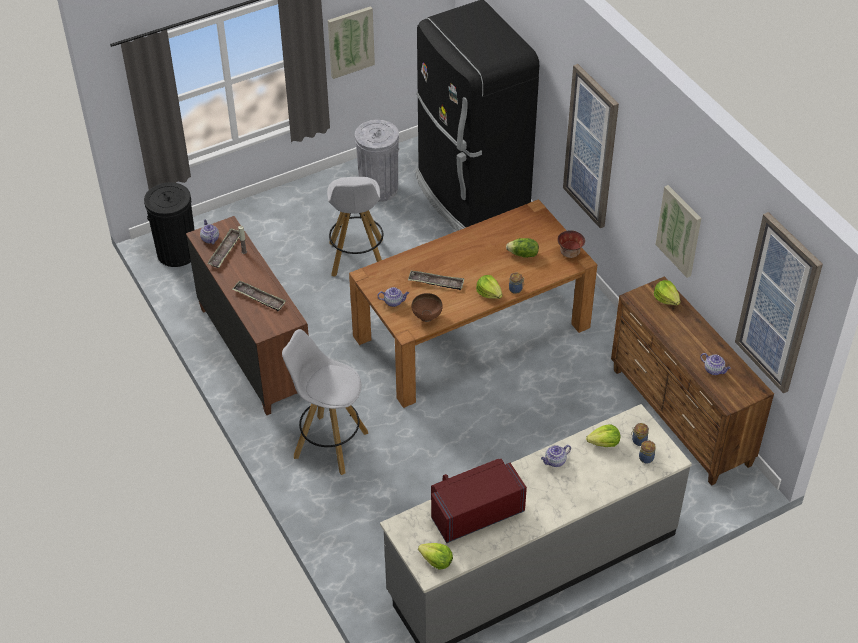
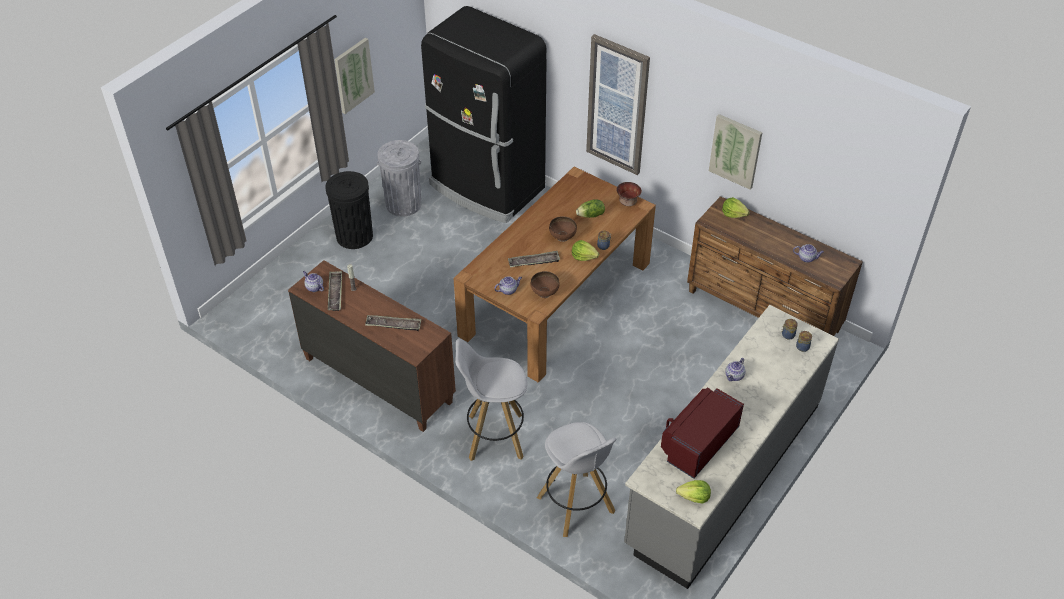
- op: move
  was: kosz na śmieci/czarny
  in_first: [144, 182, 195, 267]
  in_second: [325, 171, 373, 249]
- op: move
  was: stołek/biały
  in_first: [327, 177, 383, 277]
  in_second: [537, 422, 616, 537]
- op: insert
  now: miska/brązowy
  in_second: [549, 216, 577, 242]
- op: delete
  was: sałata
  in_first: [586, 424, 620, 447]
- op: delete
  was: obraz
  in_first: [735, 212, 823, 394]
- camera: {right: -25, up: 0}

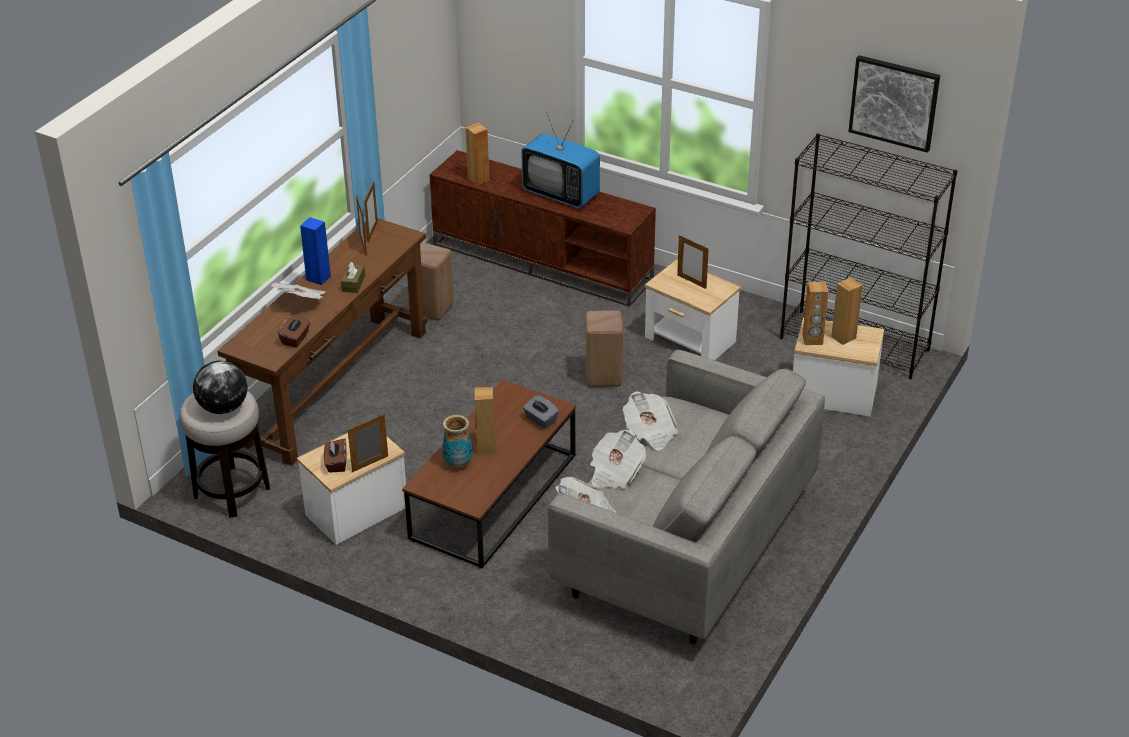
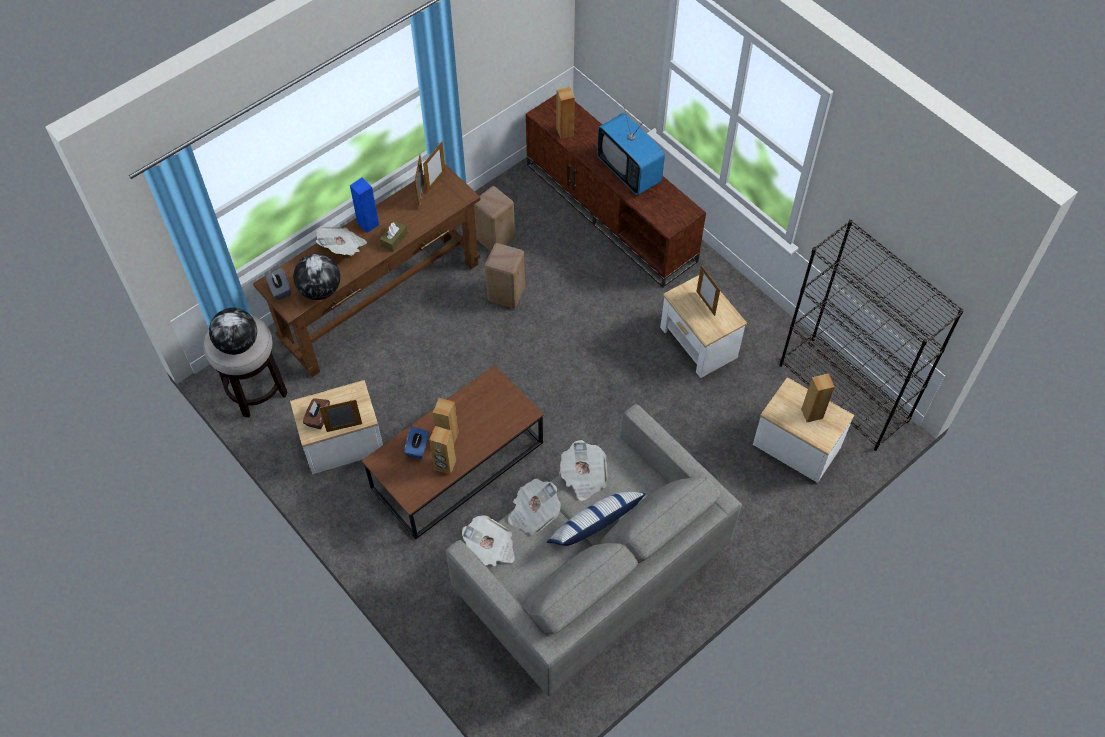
- op: move
  was: pudełko chusteczek/szary
  in_first: [523, 395, 559, 429]
  in_second: [266, 268, 291, 300]
- op: replace
  was: pudełko chusteczek/brązowy
  now: globus
  in_first: [278, 314, 310, 347]
  in_second: [293, 254, 340, 300]
- op: replace
  was: wazon
  now: pudełko chusteczek/niebieski
  in_first: [442, 415, 473, 468]
  in_second: [404, 426, 429, 459]
- op: move
  was: głośnik/brązowy
  in_first: [803, 282, 829, 345]
  in_second: [429, 426, 456, 475]
- op: move
  was: stołek/beżowy
  in_first: [586, 310, 623, 387]
  in_second: [485, 243, 525, 308]
- op: insert
  now: poduszka
  in_second: [547, 492, 646, 546]
- op: delete
  was: obraz
  in_first: [848, 55, 940, 153]
- camera: {right: 20, up: 20}

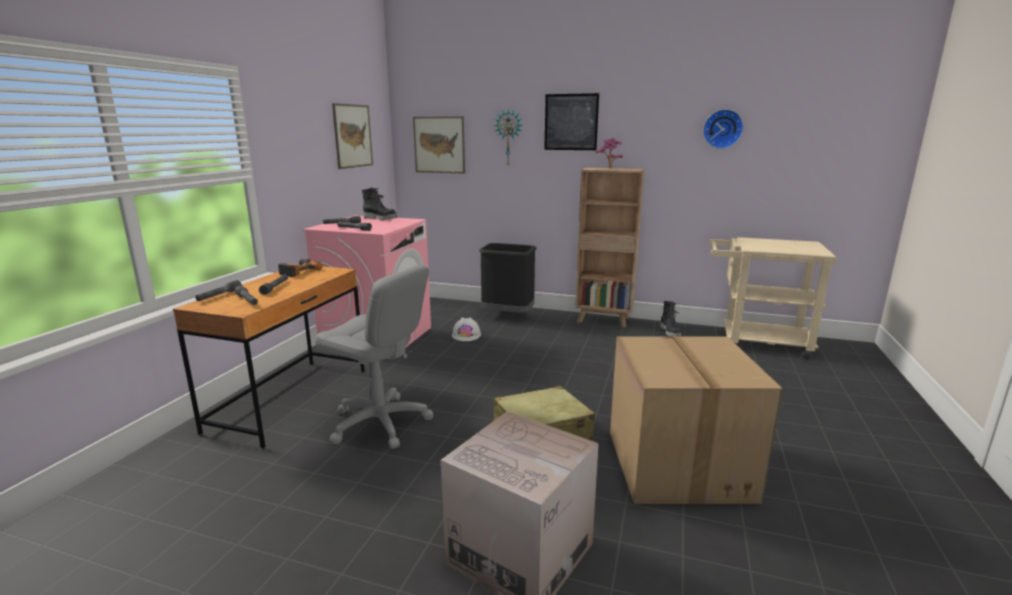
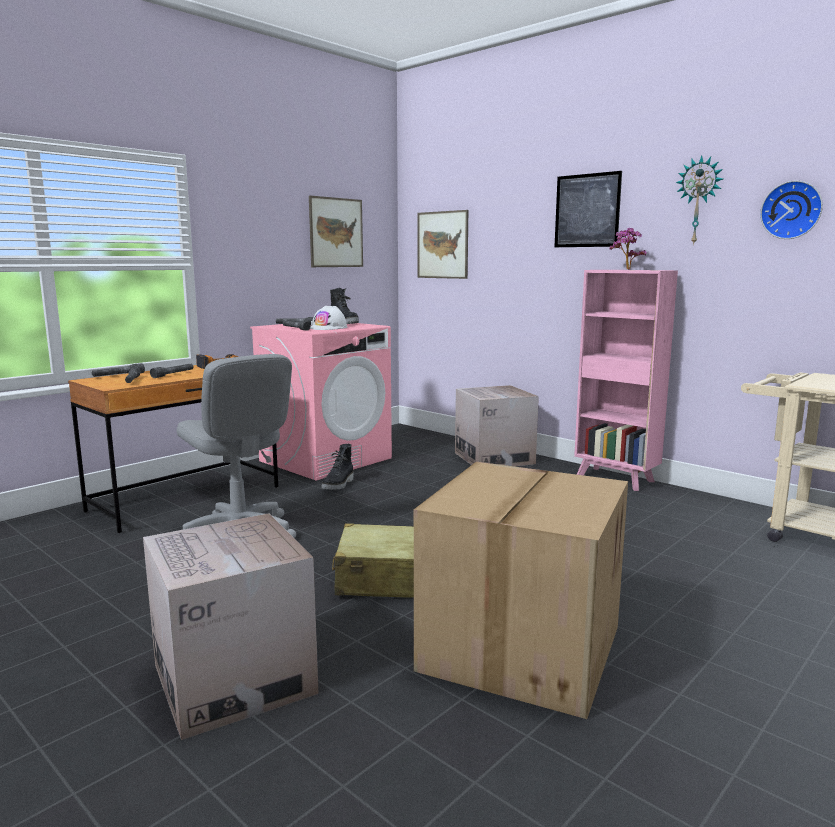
- op: move
  was: kask/biały
  in_first: [452, 318, 481, 341]
  in_second: [310, 306, 347, 330]
- op: move
  was: but z cholewką/czarny
  in_first: [660, 301, 682, 337]
  in_second: [321, 444, 354, 490]
- op: replace
  was: kosz na śmieci/czarny
  now: karton
  in_first: [479, 243, 536, 313]
  in_second: [455, 385, 539, 466]
- op: recolor
  was: regał/brązowy
  now: regał/różowy
  in_first: [575, 168, 644, 328]
  in_second: [574, 270, 678, 491]
- op: move
  was: zegar ścienny
  in_first: [495, 109, 522, 165]
  in_second: [676, 156, 723, 245]
- camera: {right: 25, up: -5}

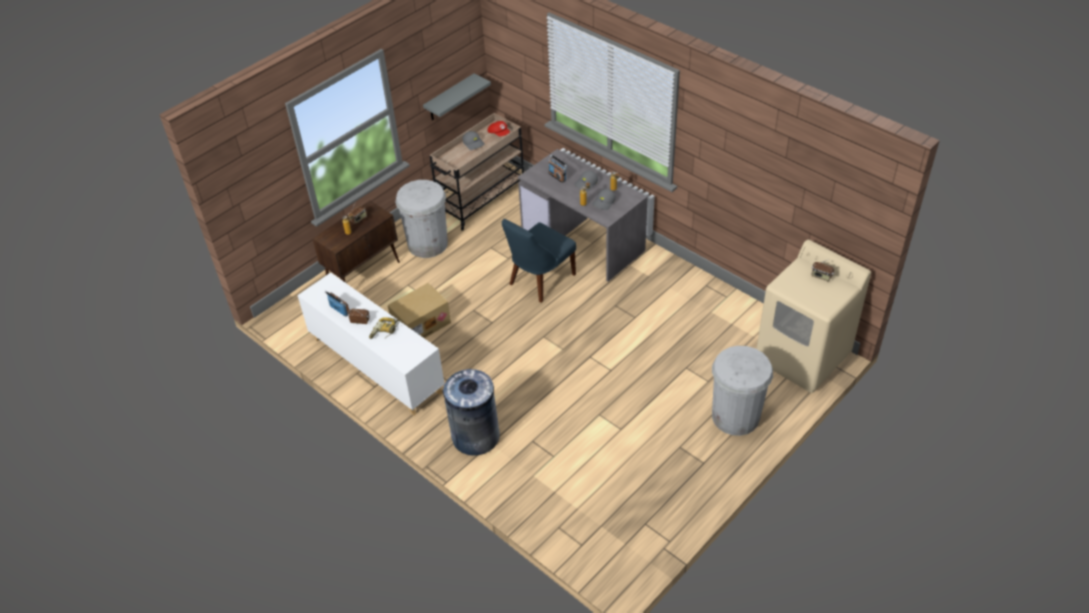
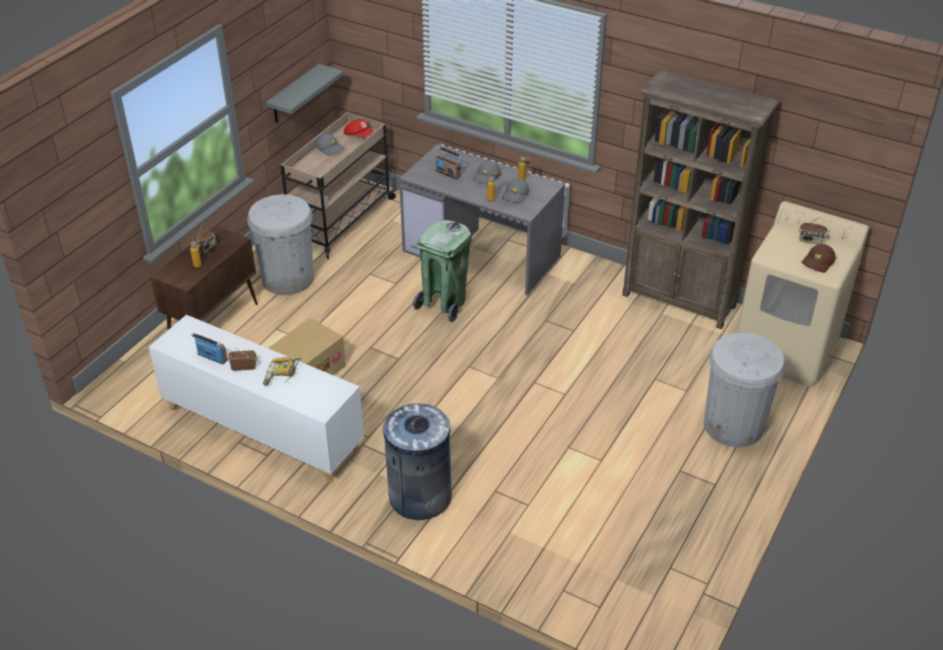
- op: replace
  was: krzesło/niebieski
  now: kosz na śmieci/zielony
  in_first: [502, 219, 576, 303]
  in_second: [412, 220, 472, 323]
- op: insert
  now: regał/brązowy
  in_second: [622, 70, 779, 329]
- op: insert
  now: czapka z daszkiem/brązowy
  in_second: [801, 244, 836, 273]
- camera: {right: -15, up: -5}

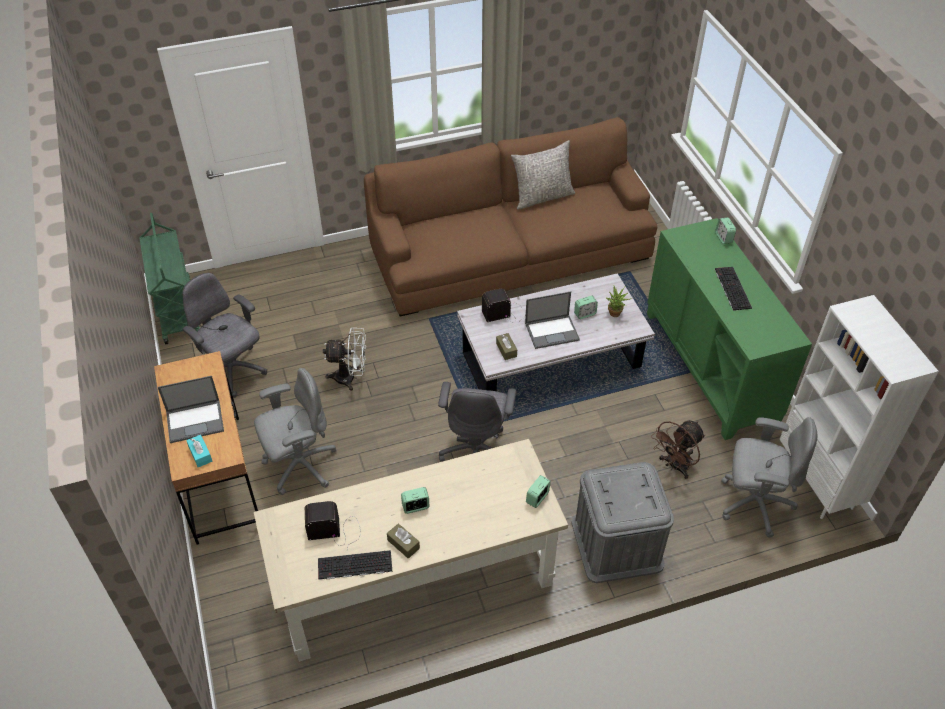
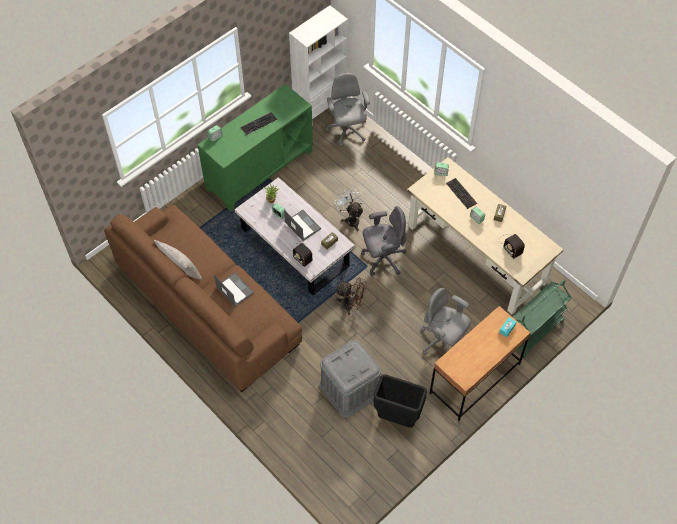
- op: move
  was: laptop
  in_first: [158, 376, 224, 443]
  in_second: [214, 273, 254, 307]
- op: move
  was: pojemnik do przechowywania/szary
  in_first: [572, 462, 674, 583]
  in_second: [319, 340, 381, 418]
- op: move
  was: wentylator/biały
  in_first: [323, 328, 366, 391]
  in_second: [334, 188, 365, 231]
- op: move
  was: wentylator/brązowy
  in_first: [651, 420, 705, 479]
  in_second: [336, 278, 367, 315]
- op: replace
  was: krzesło biurowe/szary
  now: kosz na śmieci/czarny
  in_first: [183, 273, 267, 398]
  in_second: [373, 375, 427, 428]
- op: move
  was: klawiatura
  in_first: [318, 550, 392, 580]
  in_second: [446, 178, 477, 209]
- op: move
  was: wózek/zielony
  in_first: [139, 213, 200, 344]
  in_second: [513, 280, 571, 358]
- camera: {right: -115, up: 10}

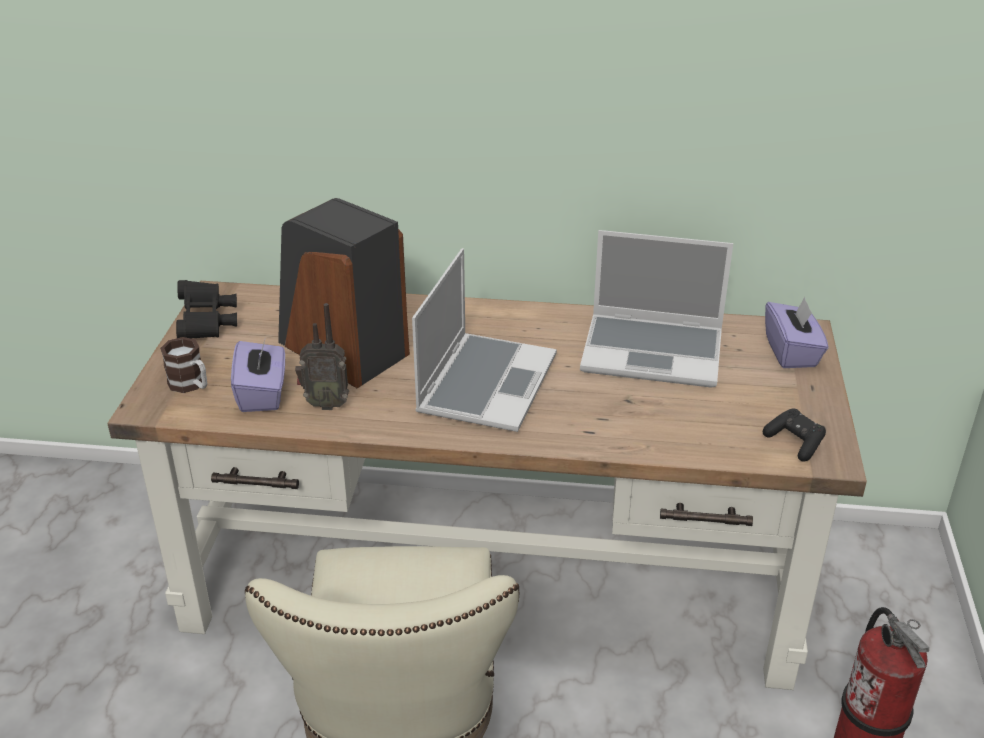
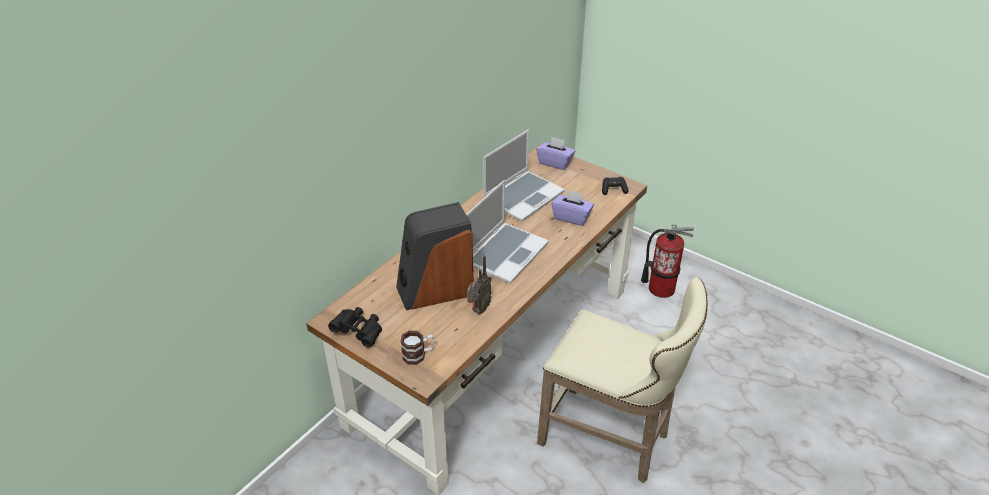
- op: rotate
  was: laptop
  in_first: [412, 248, 557, 432]
  in_second: [466, 180, 549, 284]
  clockwise: 75
- op: move
  was: pudełko chusteczek/fioletowy
  in_first: [231, 337, 285, 412]
  in_second: [551, 190, 594, 226]
- camera: {right: -60, up: 5}

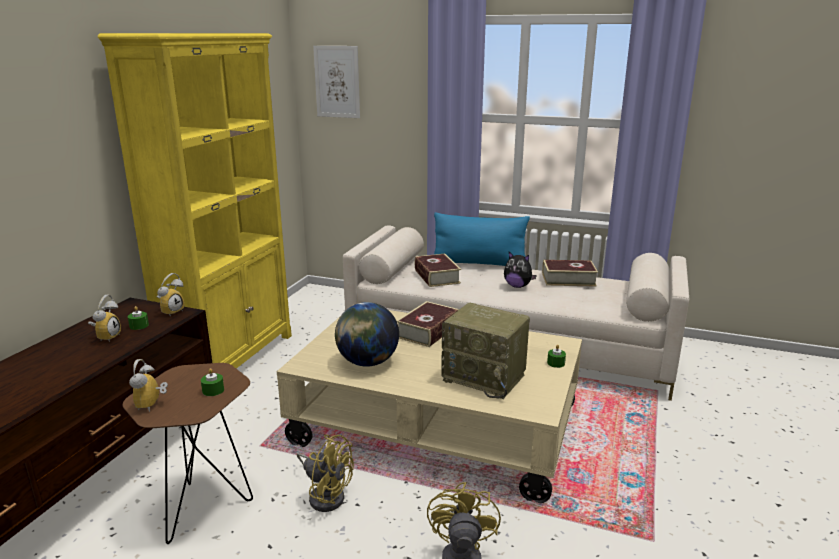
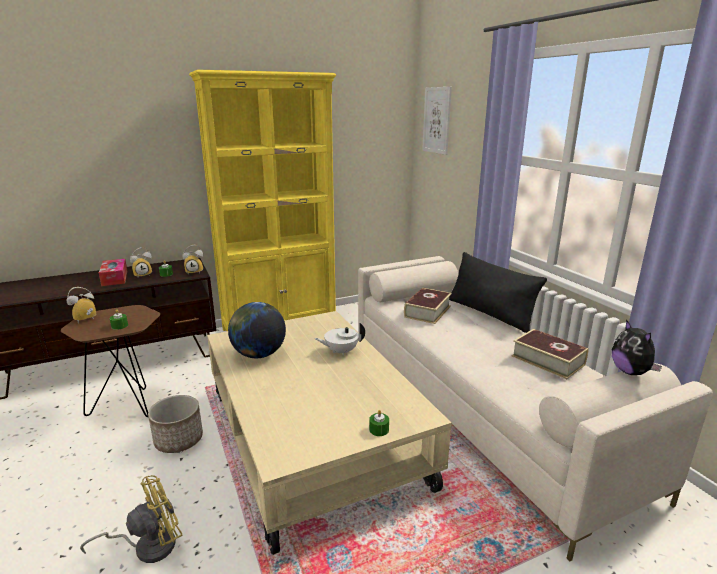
- op: insert
  now: pudełko chusteczek
  in_second: [99, 259, 127, 286]
- op: replace
  was: wentylator/żółty
  now: donica
  in_first: [297, 434, 354, 512]
  in_second: [148, 395, 203, 453]
- op: replace
  was: książka
  now: imbryk/biały
  in_first: [397, 301, 459, 347]
  in_second: [315, 322, 365, 356]
- op: recolor
  was: poduszka/niebieski
  now: poduszka/czarny
  in_first: [434, 213, 530, 266]
  in_second: [449, 252, 547, 333]
- op: move
  was: pluszak
  in_first: [504, 252, 537, 288]
  in_second: [612, 320, 662, 375]
- op: delete
  was: radio
  in_first: [441, 303, 530, 399]
- camera: {right: 45, up: 0}

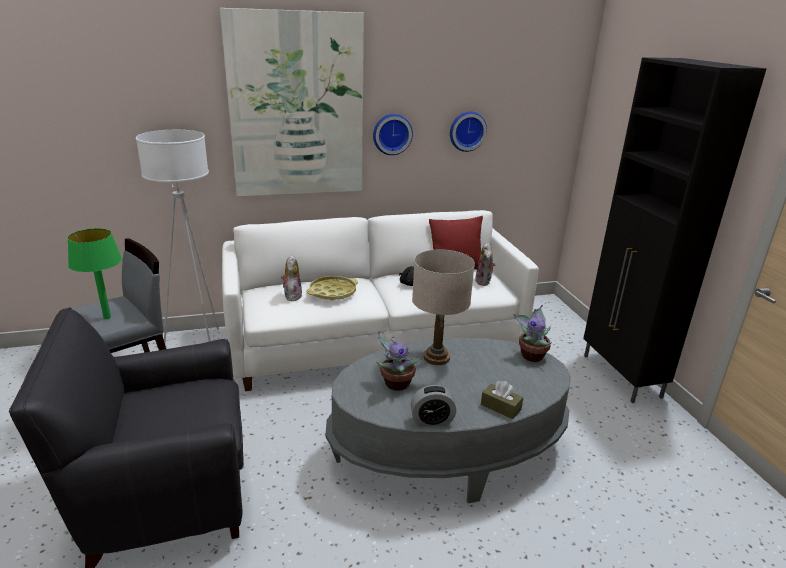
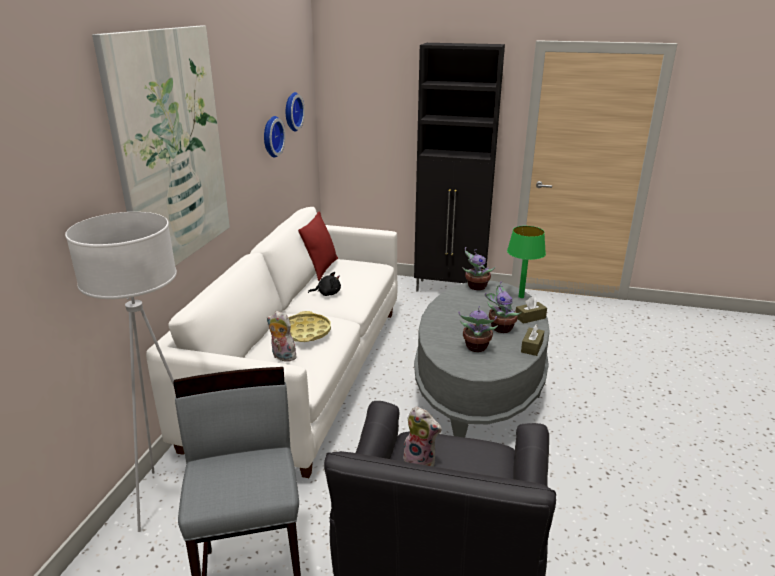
- op: move
  was: zegar ścienny
  in_first: [373, 114, 413, 155]
  in_second: [286, 92, 305, 131]
- op: move
  was: pluszak
  in_first: [475, 242, 496, 286]
  in_second: [403, 406, 442, 466]
- op: insert
  now: roślina doniczkowa
  in_second: [485, 281, 522, 333]
- op: move
  was: lampa stołowa/zielony
  in_first: [67, 228, 122, 319]
  in_second: [507, 226, 546, 298]
- op: replace
  was: budzik
  now: pudełko chusteczek/brązowy
  in_first: [411, 385, 456, 427]
  in_second: [521, 324, 544, 356]
- op: delete
  was: lampa stołowa/beżowy
  in_first: [412, 249, 475, 365]
- camera: {right: -60, up: 0}

